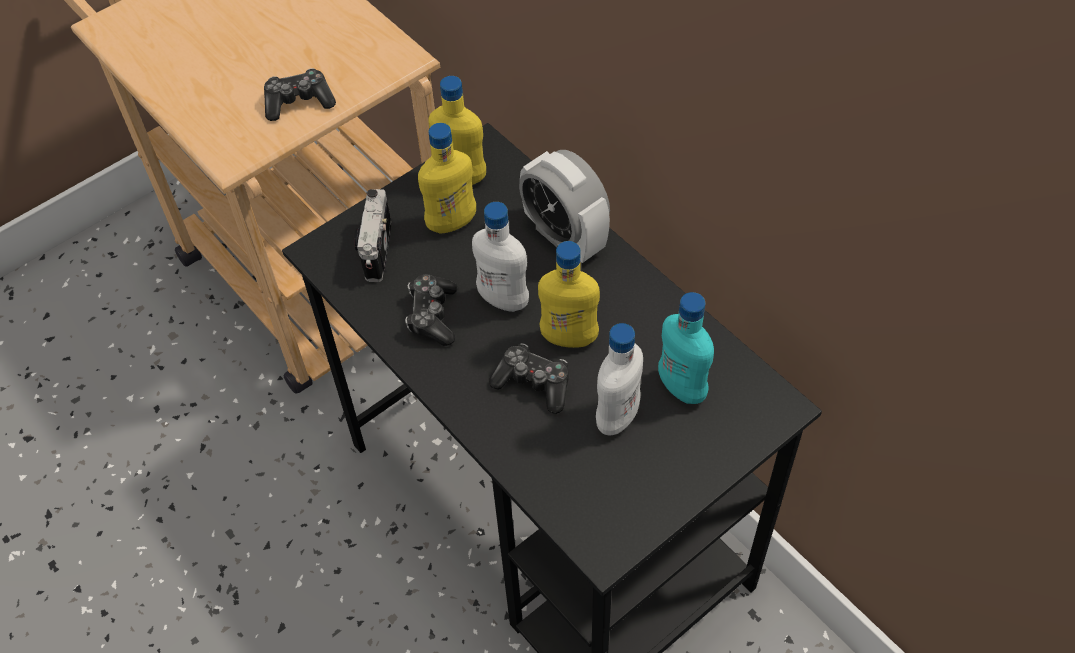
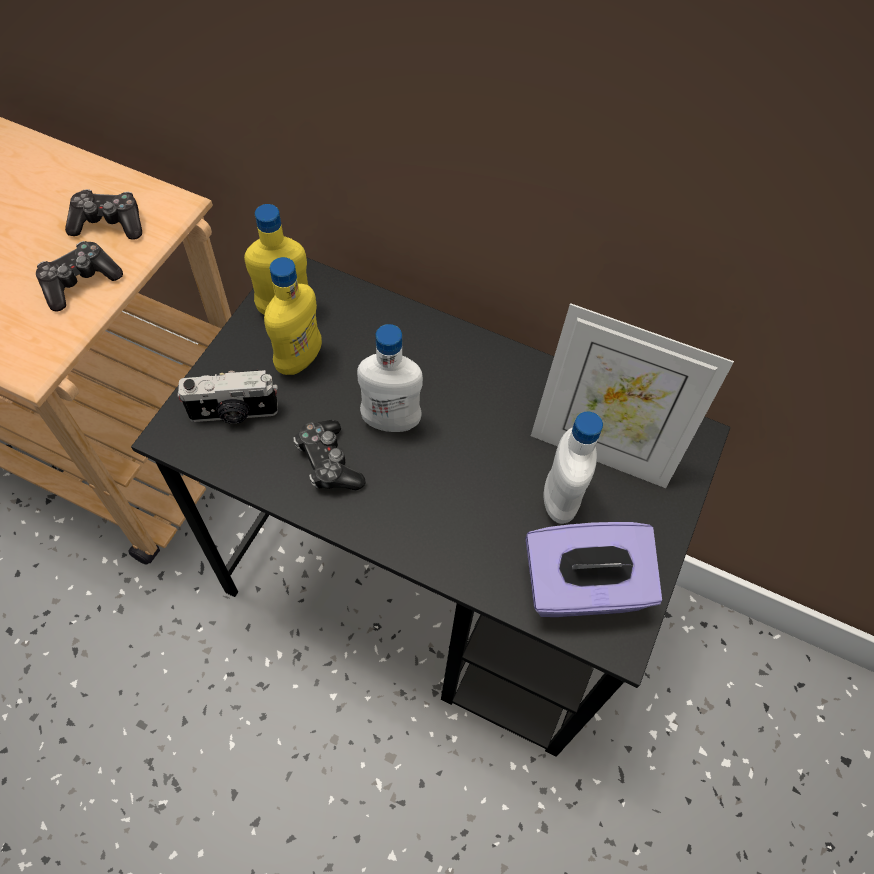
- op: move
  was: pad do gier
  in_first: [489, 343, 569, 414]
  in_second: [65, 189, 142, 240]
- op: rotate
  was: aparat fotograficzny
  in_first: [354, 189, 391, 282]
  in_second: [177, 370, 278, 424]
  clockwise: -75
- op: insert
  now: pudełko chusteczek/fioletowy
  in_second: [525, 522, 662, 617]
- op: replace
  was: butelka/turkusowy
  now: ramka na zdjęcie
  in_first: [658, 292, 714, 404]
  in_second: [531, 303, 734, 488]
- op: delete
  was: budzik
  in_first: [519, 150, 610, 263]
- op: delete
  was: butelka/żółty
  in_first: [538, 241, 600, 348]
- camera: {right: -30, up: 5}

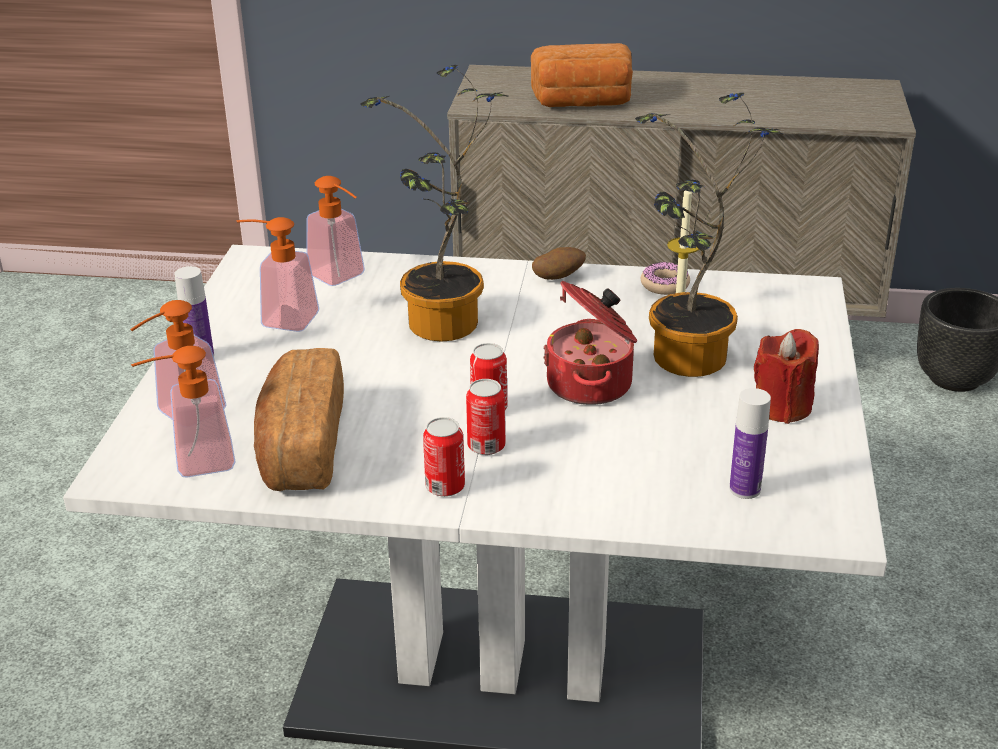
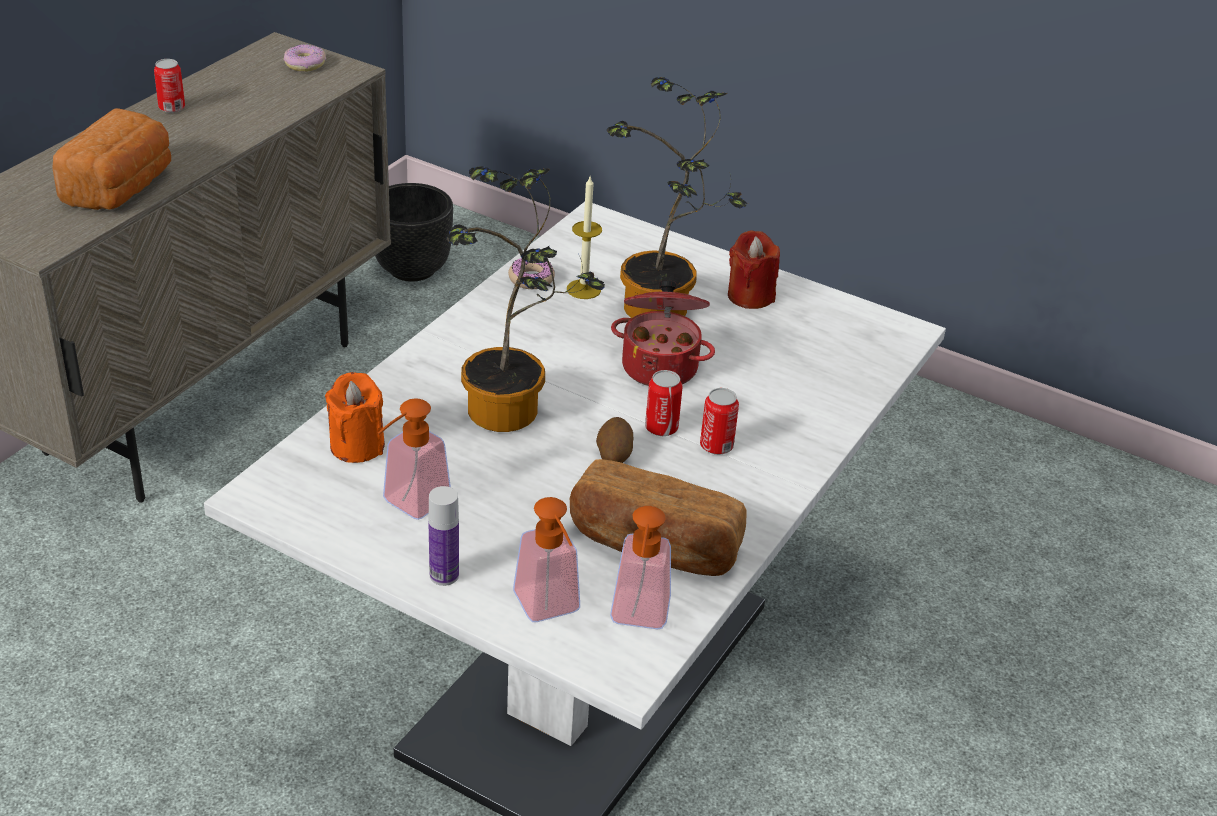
- op: move
  was: puszka
  in_first: [423, 417, 465, 497]
  in_second: [154, 59, 185, 113]
- op: insert
  now: donut
  in_second: [283, 44, 326, 72]
- op: replace
  was: dozownik mydła
  now: świeca/pomarańczowy
  in_first: [306, 176, 365, 286]
  in_second: [325, 372, 385, 463]
- op: move
  was: ziemniak
  in_first: [532, 247, 586, 280]
  in_second: [596, 417, 634, 463]
- op: delete
  was: butelka
  in_first: [729, 388, 771, 499]
- camera: {right: -70, up: 5}

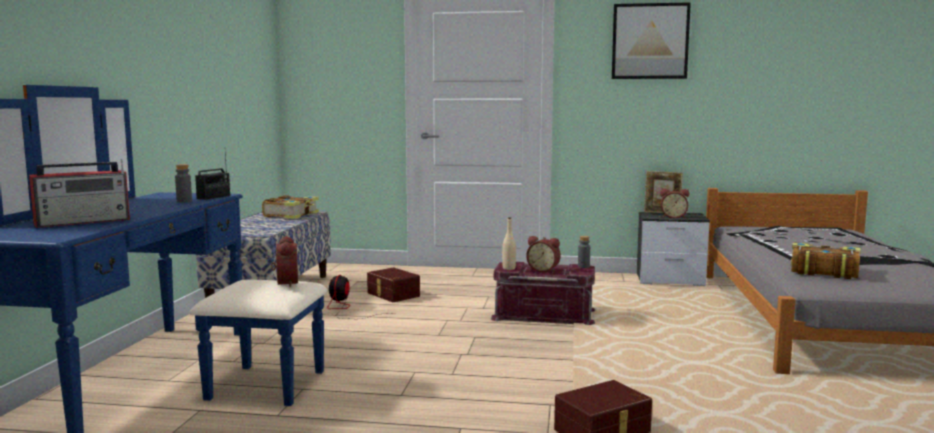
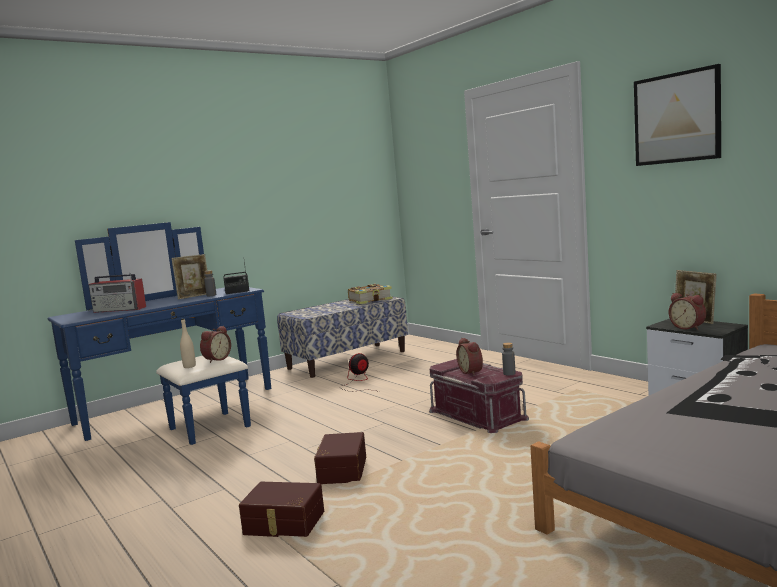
- op: insert
  now: ramka na zdjęcie
  in_second: [171, 254, 207, 300]
- op: move
  was: butelka/beżowy
  in_first: [502, 217, 516, 270]
  in_second: [180, 318, 196, 368]
- op: move
  was: pojemnik do przechowywania/brązowy
  in_first: [367, 267, 420, 302]
  in_second: [314, 432, 366, 484]
- op: delete
  was: książka
  in_first: [791, 242, 861, 279]
- camera: {right: 45, up: 0}

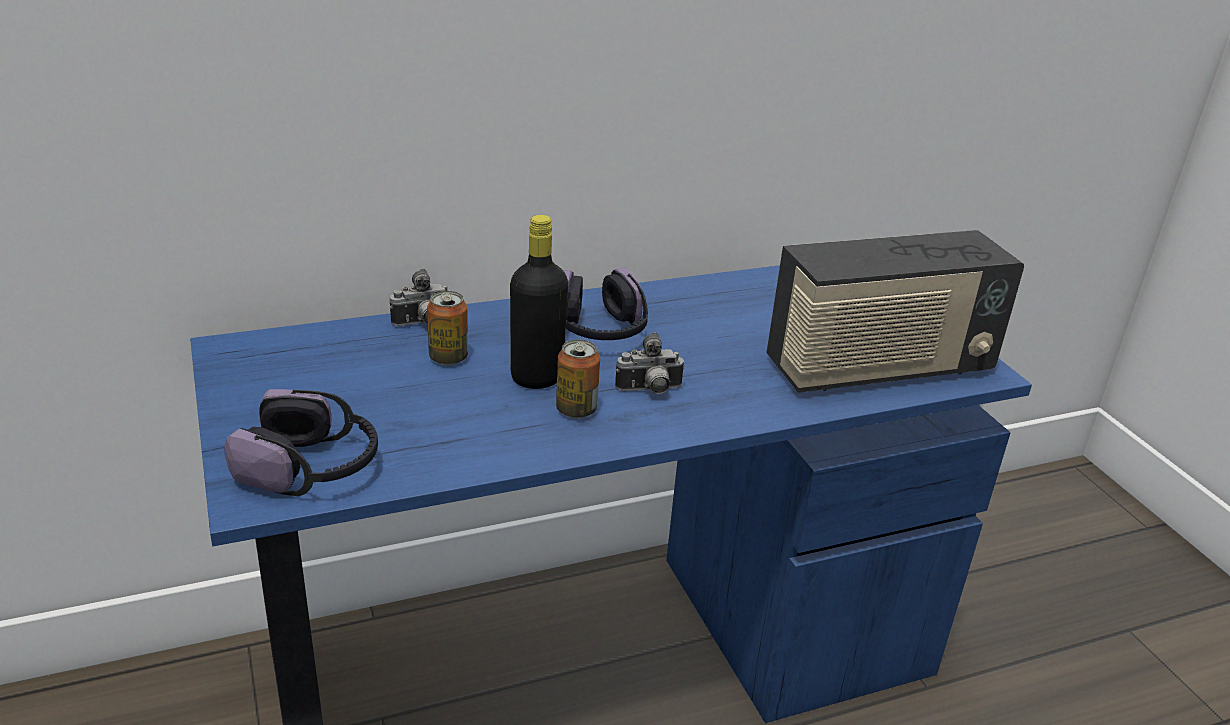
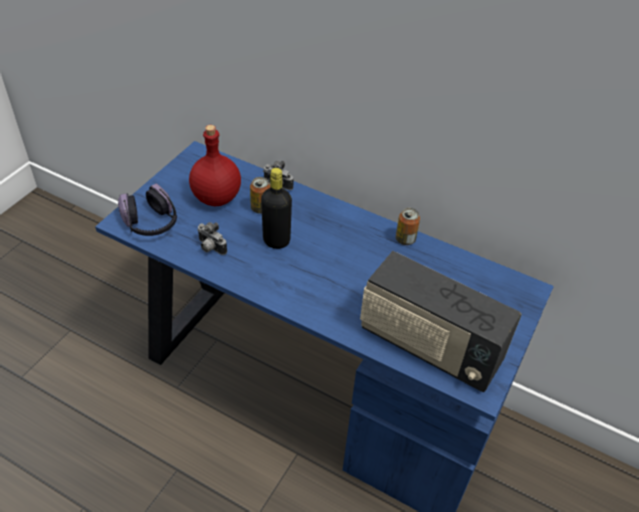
- op: insert
  now: butelka/czerwony
  in_second: [189, 125, 241, 206]
- op: move
  was: aparat fotograficzny
  in_first: [615, 332, 685, 394]
  in_second: [197, 222, 227, 255]
- op: move
  was: puszka
  in_first: [556, 340, 600, 418]
  in_second: [396, 208, 420, 245]
- op: delete
  was: słuchawki
  in_first: [563, 268, 648, 340]
- camera: {right: 50, up: 15}

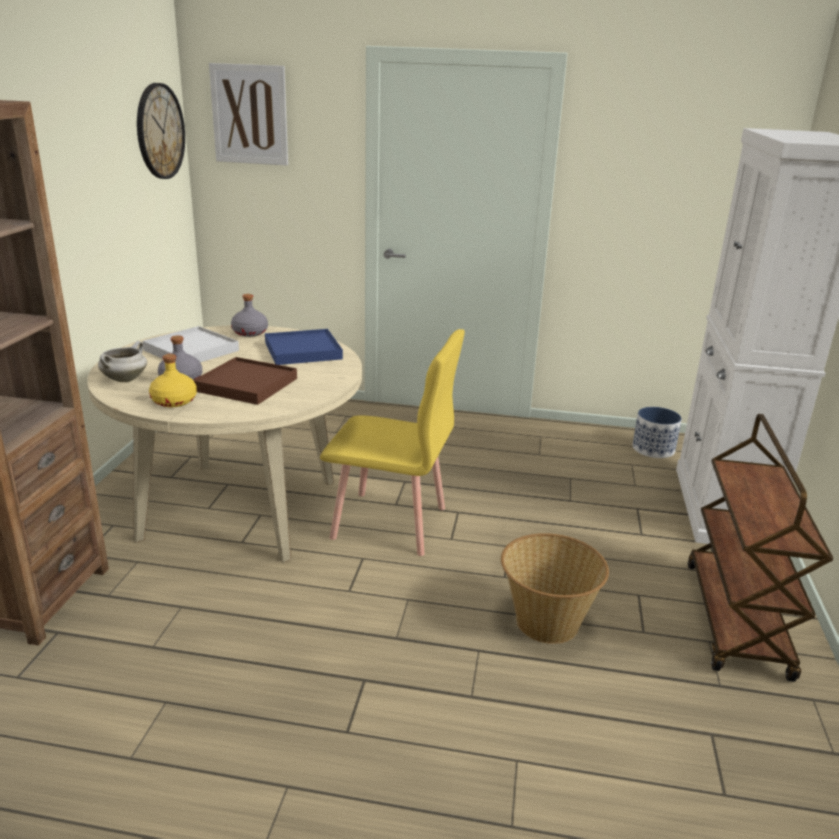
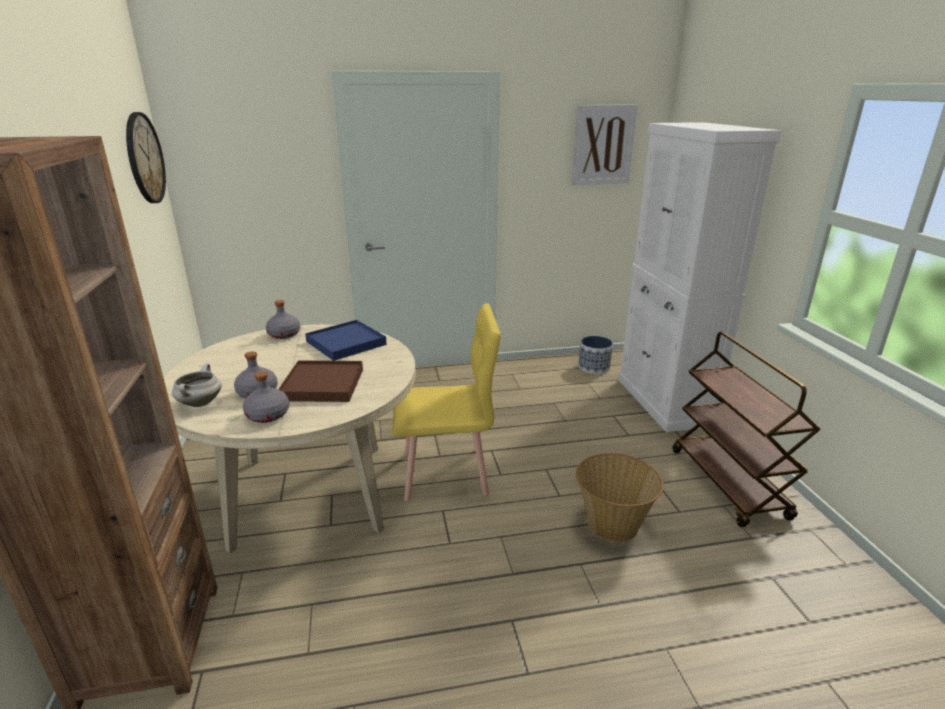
- op: recolor
  was: butelka/żółty
  now: butelka/szary
  in_first: [149, 354, 197, 407]
  in_second: [243, 371, 289, 423]
- op: move
  was: obraz
  in_first: [209, 63, 288, 166]
  in_second: [571, 105, 638, 185]
- op: delete
  was: taca/biały
  in_first: [143, 326, 239, 362]
- camera: {right: -20, up: 0}

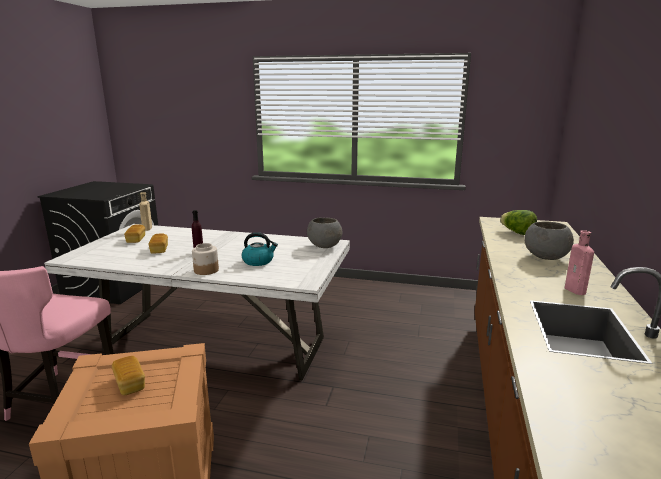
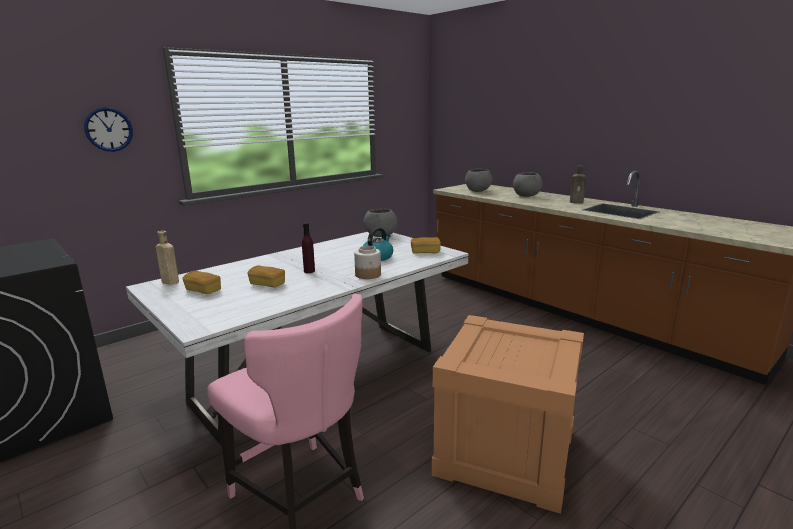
- op: insert
  now: zegar ścienny
  in_second: [84, 107, 133, 152]
- op: move
  was: chleb
  in_first: [112, 356, 145, 395]
  in_second: [411, 237, 441, 253]
- op: replace
  was: sałata
  now: miska/szary
  in_first: [500, 210, 537, 235]
  in_second: [465, 169, 492, 192]
- op: recolor
  was: butelka/różowy
  now: butelka/brązowy
  in_first: [565, 230, 594, 295]
  in_second: [570, 165, 586, 203]
- camera: {right: -55, up: 0}

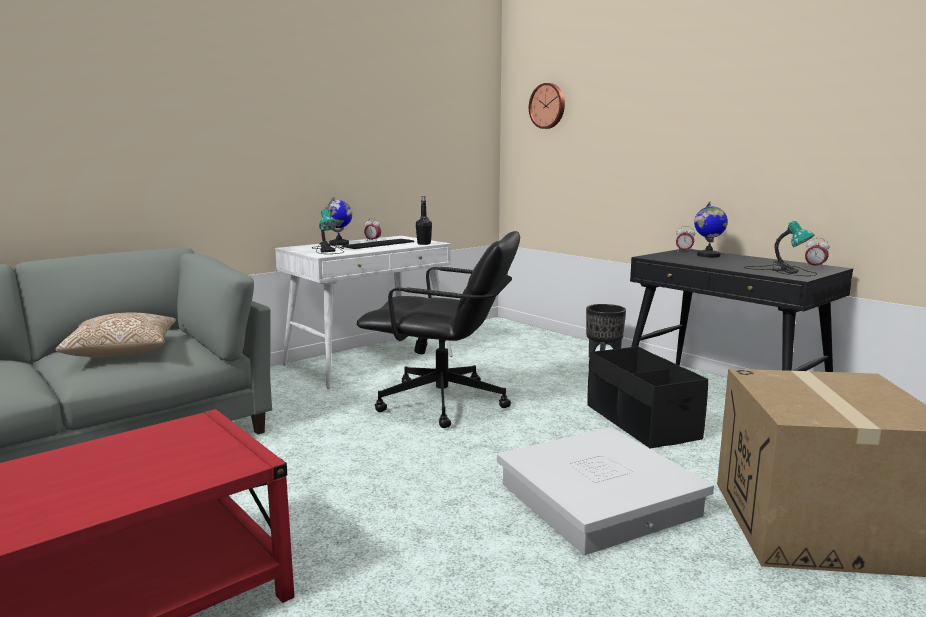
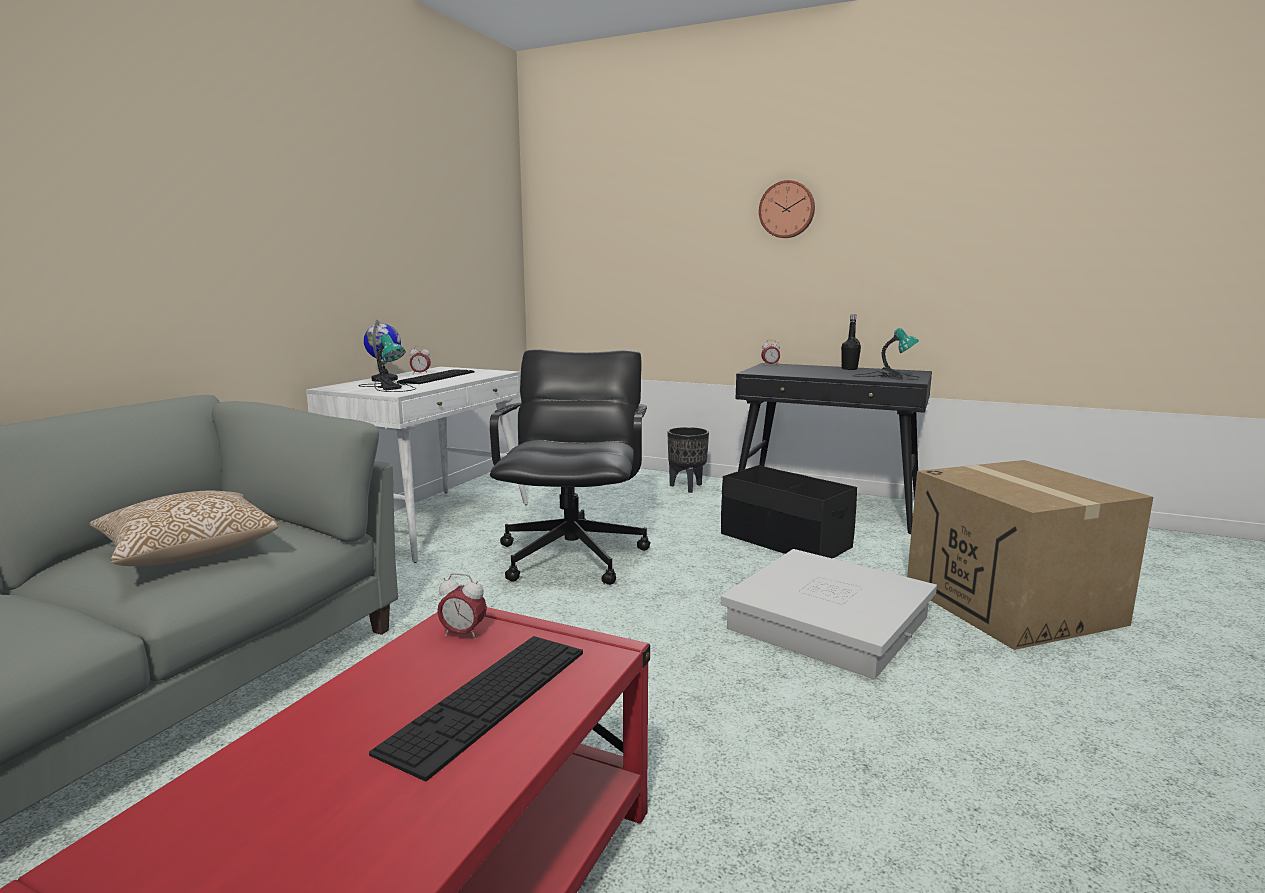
- op: insert
  now: klawiatura
  in_second: [369, 636, 583, 781]
- op: move
  was: budzik
  in_first: [805, 238, 829, 269]
  in_second: [437, 573, 487, 640]
- op: rotate
  was: krzesło biurowe/czarny
  in_first: [357, 231, 520, 428]
  in_second: [490, 349, 650, 585]
  clockwise: -75
- op: move
  was: zegar ścienny
  in_first: [529, 83, 565, 129]
  in_second: [759, 180, 815, 238]
- op: move
  was: butelka/czarny
  in_first: [416, 196, 432, 245]
  in_second: [841, 314, 861, 370]
- op: delete
  was: globus
  in_first: [694, 202, 728, 257]
- camera: {right: -25, up: 0}

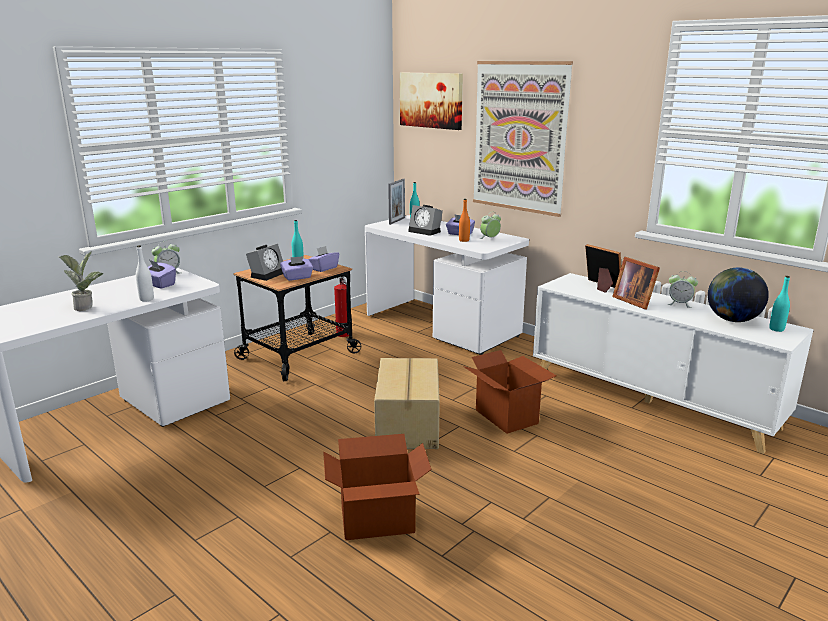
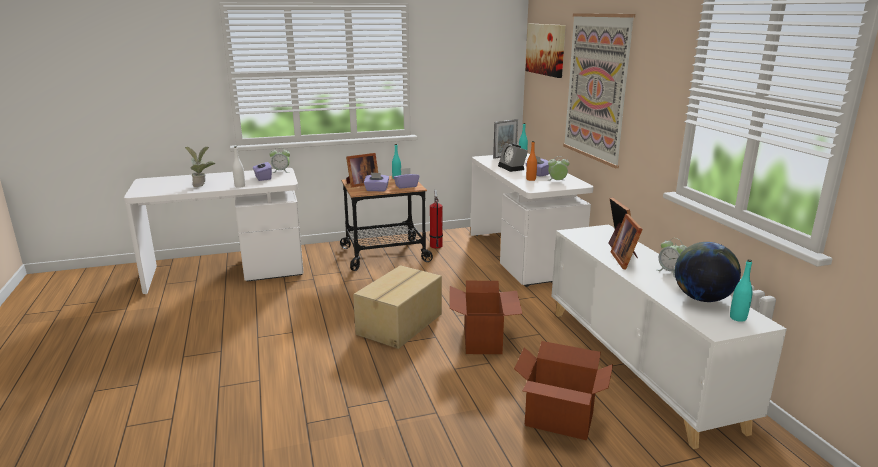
- op: replace
  was: budzik
  now: ramka na zdjęcie
  in_first: [246, 244, 283, 281]
  in_second: [346, 153, 378, 188]
- op: move
  was: karton
  in_first: [323, 434, 432, 540]
  in_second: [514, 341, 613, 440]
- camera: {right: 30, up: 0}

